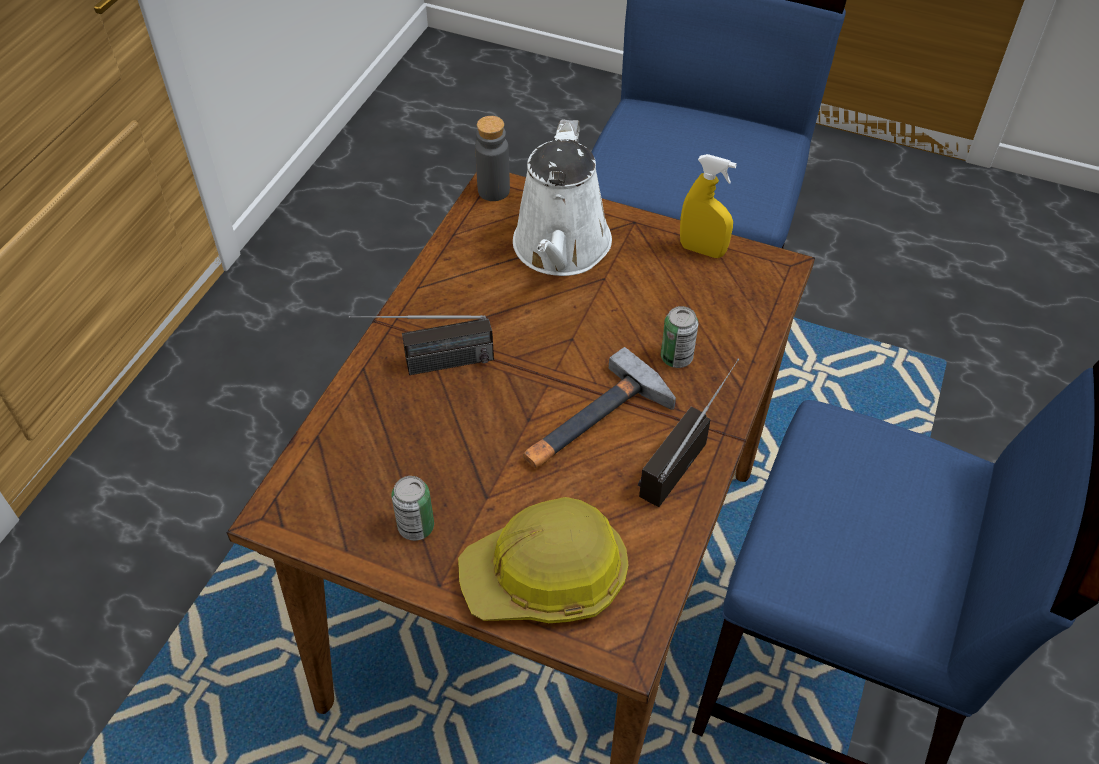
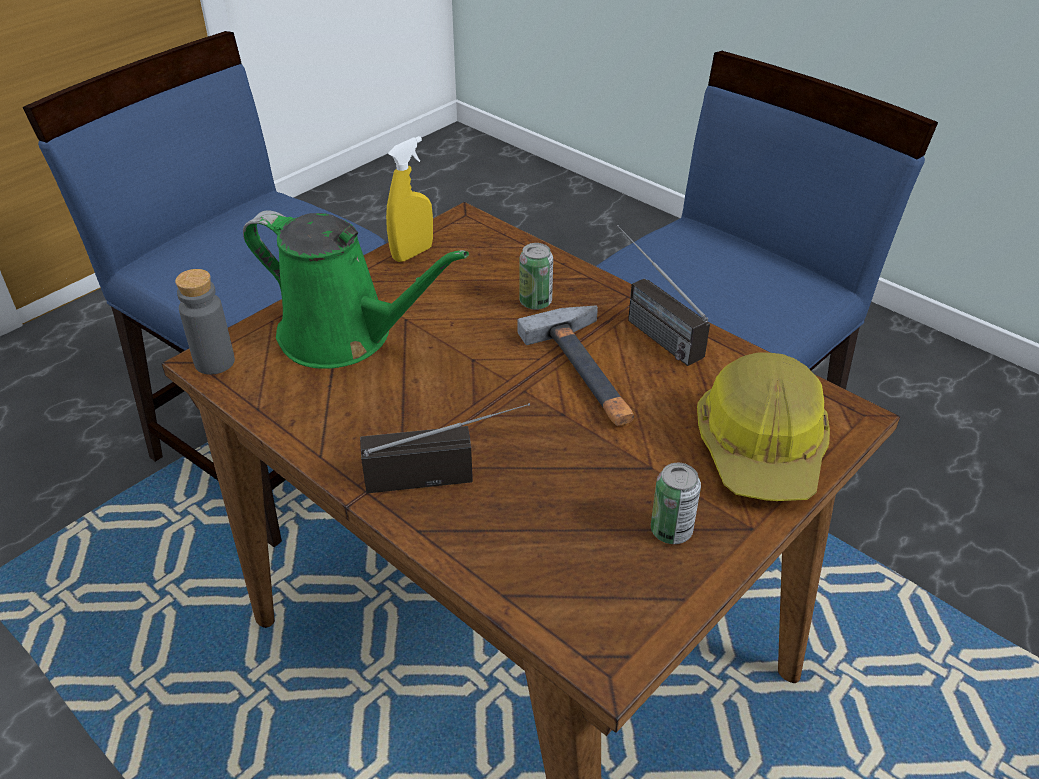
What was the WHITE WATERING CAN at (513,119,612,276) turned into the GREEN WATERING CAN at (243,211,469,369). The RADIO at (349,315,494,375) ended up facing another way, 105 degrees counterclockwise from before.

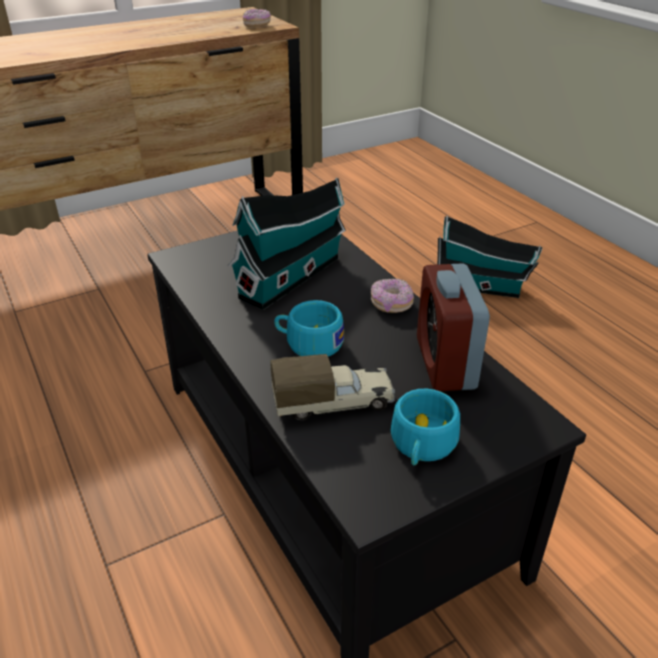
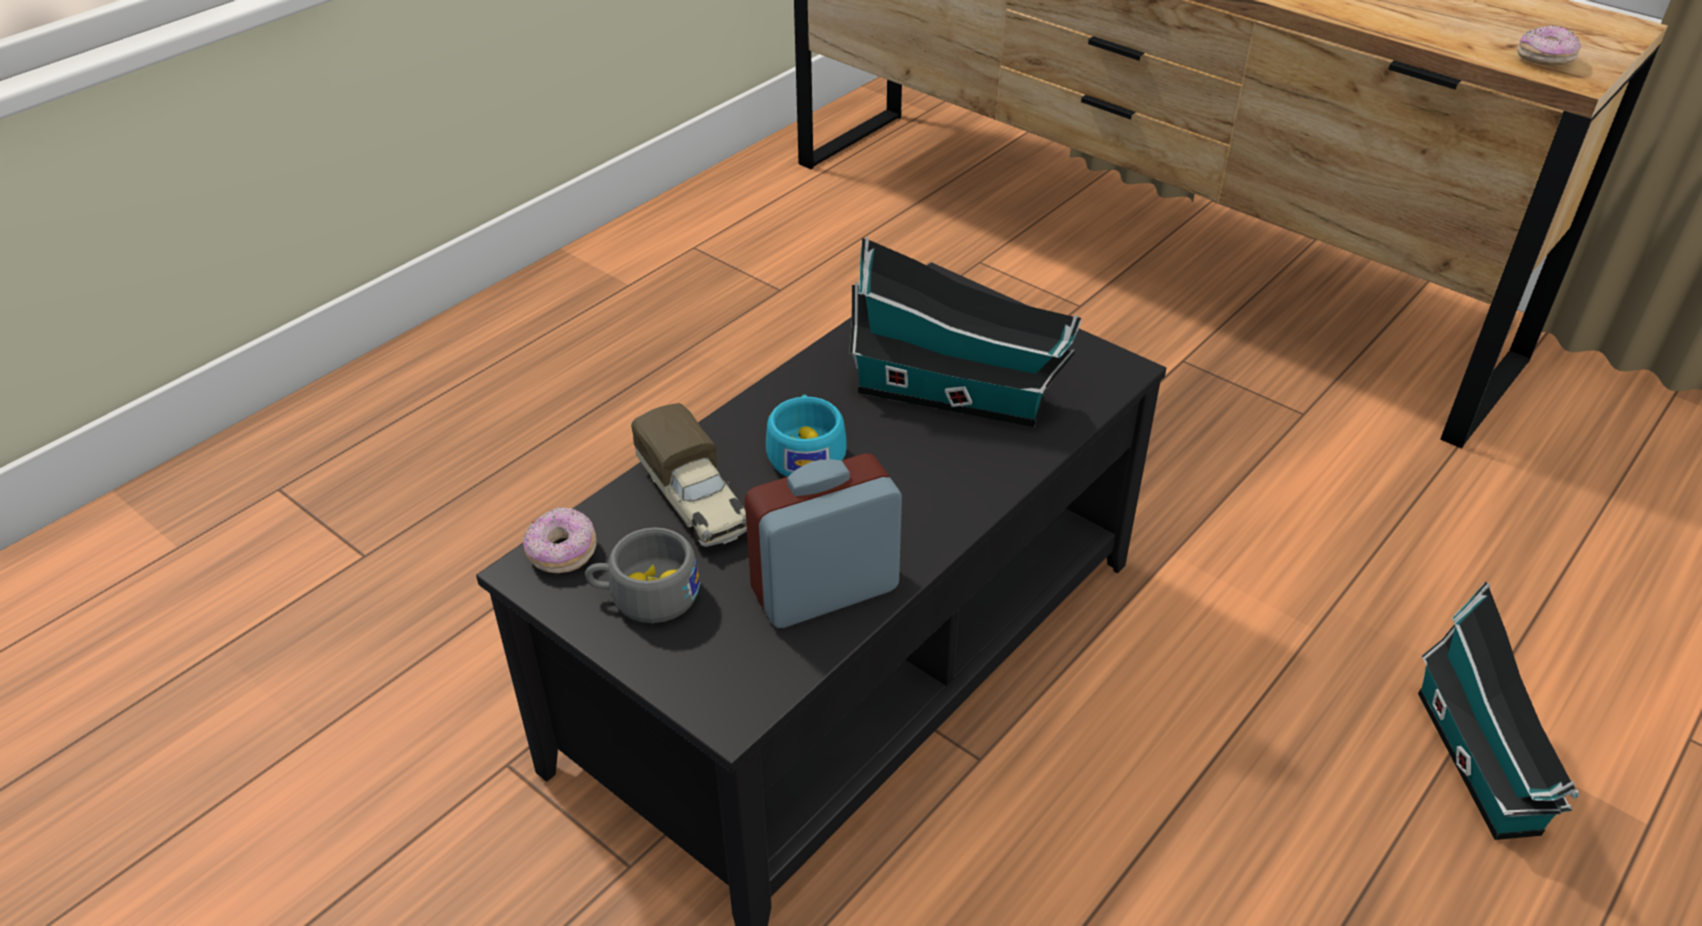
The DONUT ended up elsewhere, having gone from (371,278,414,313) to (522,507,596,573). What was the TURQUOISE CUP at (391,389,460,466) turned into the GREY CUP at (585,527,700,623).

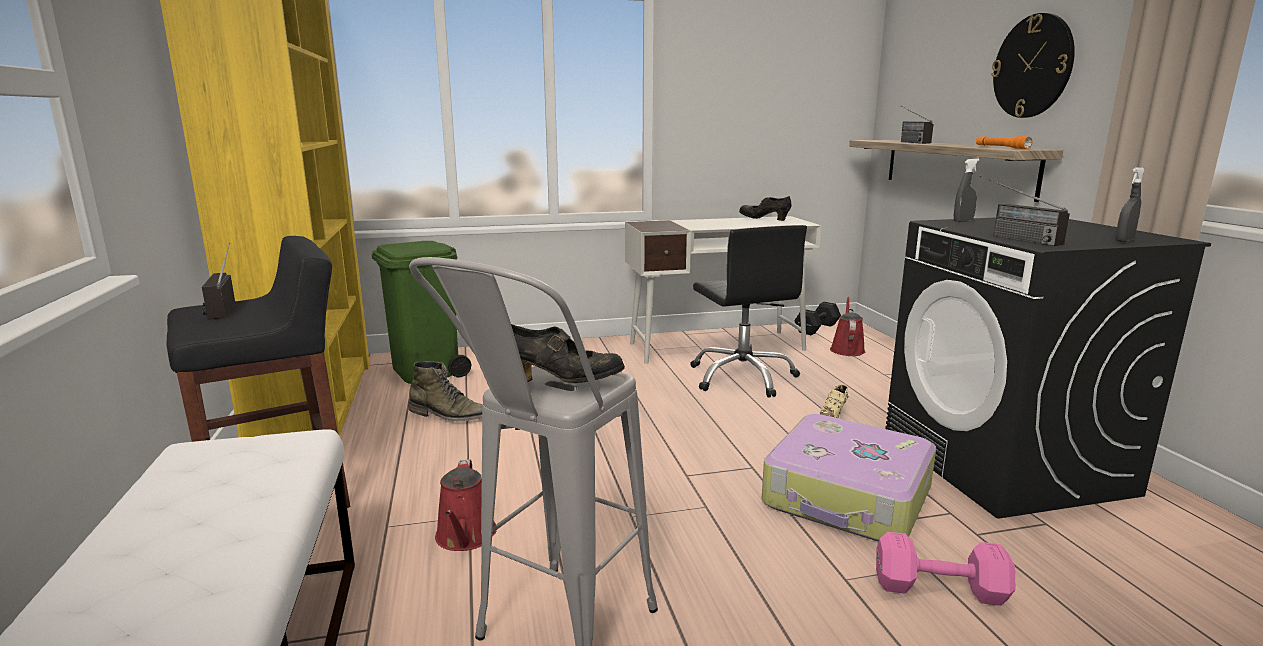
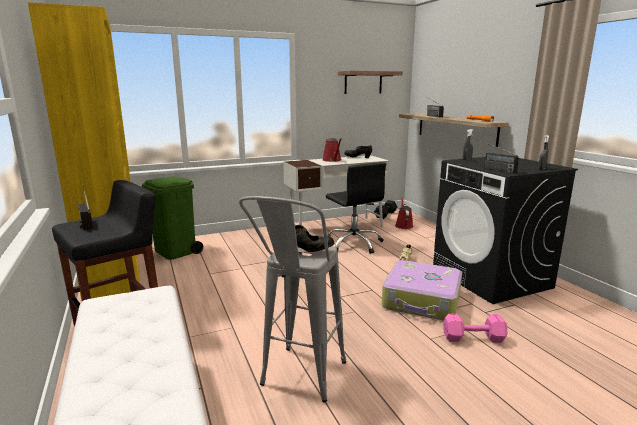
The RED WATERING CAN ended up elsewhere, having gone from (435,459,497,551) to (323,138,342,162). The second view gained the SHELF at (338,71,403,94). The second view lost the GREEN BOOT at (409,361,483,422). The second view lost the WALL CLOCK at (991,13,1075,118).

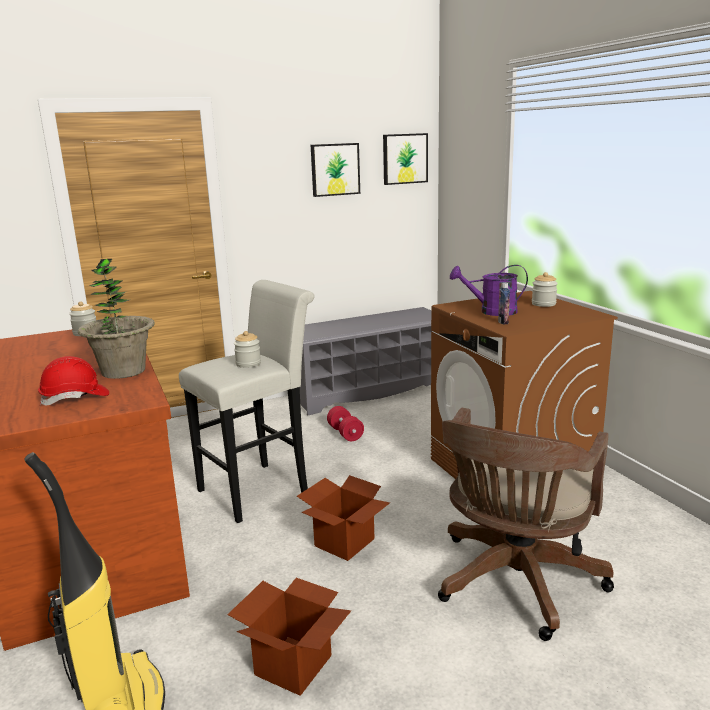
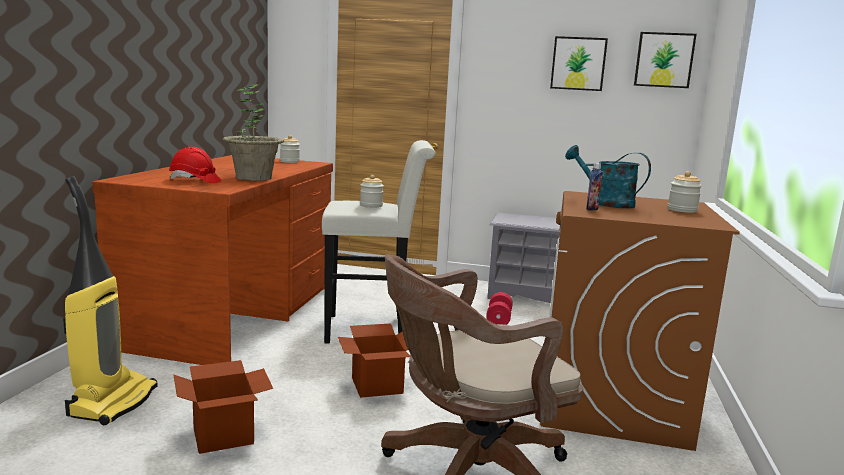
What was the PURPLE WATERING CAN at (450,265,528,316) turned into the TURQUOISE WATERING CAN at (565,145,651,209).

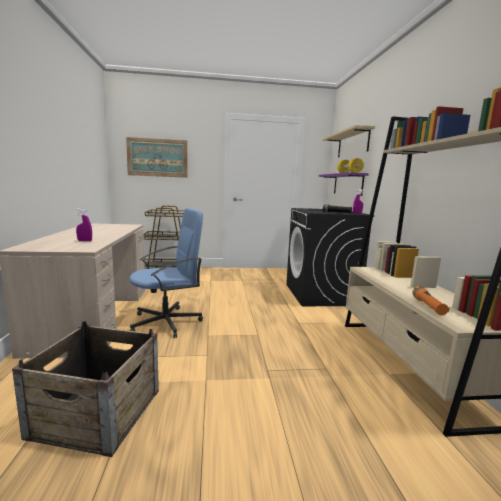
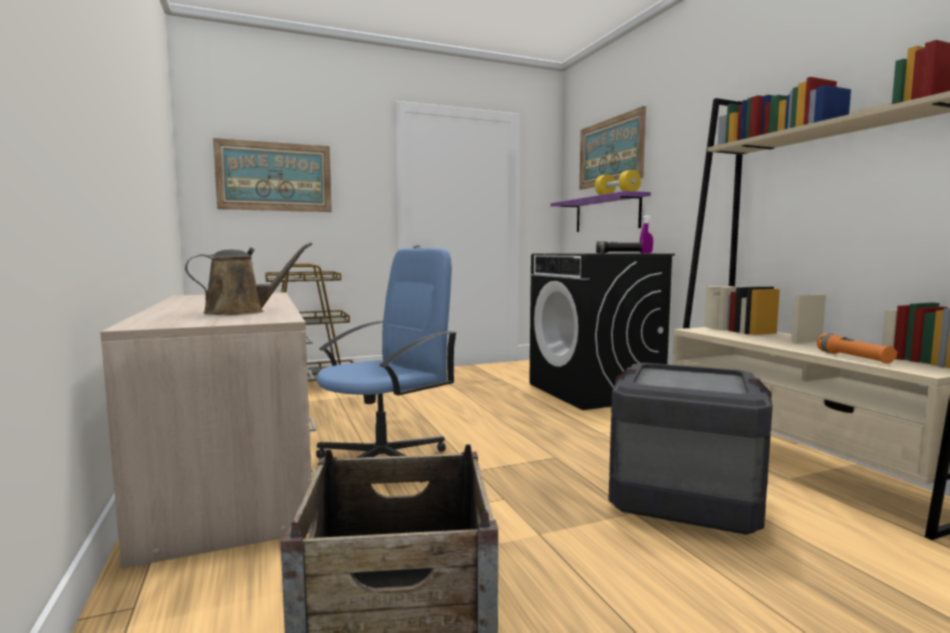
Where the PURPLE SPRAY BOTTLE stood at (76,208,92,241), the BROWN WATERING CAN came to stand at (185,242,312,315). Where the BEIGE SHELF hung at (322,125,375,158), the PICTURE came to hang at (579,106,646,190). The second view gained the CRATE at (609,363,773,535).

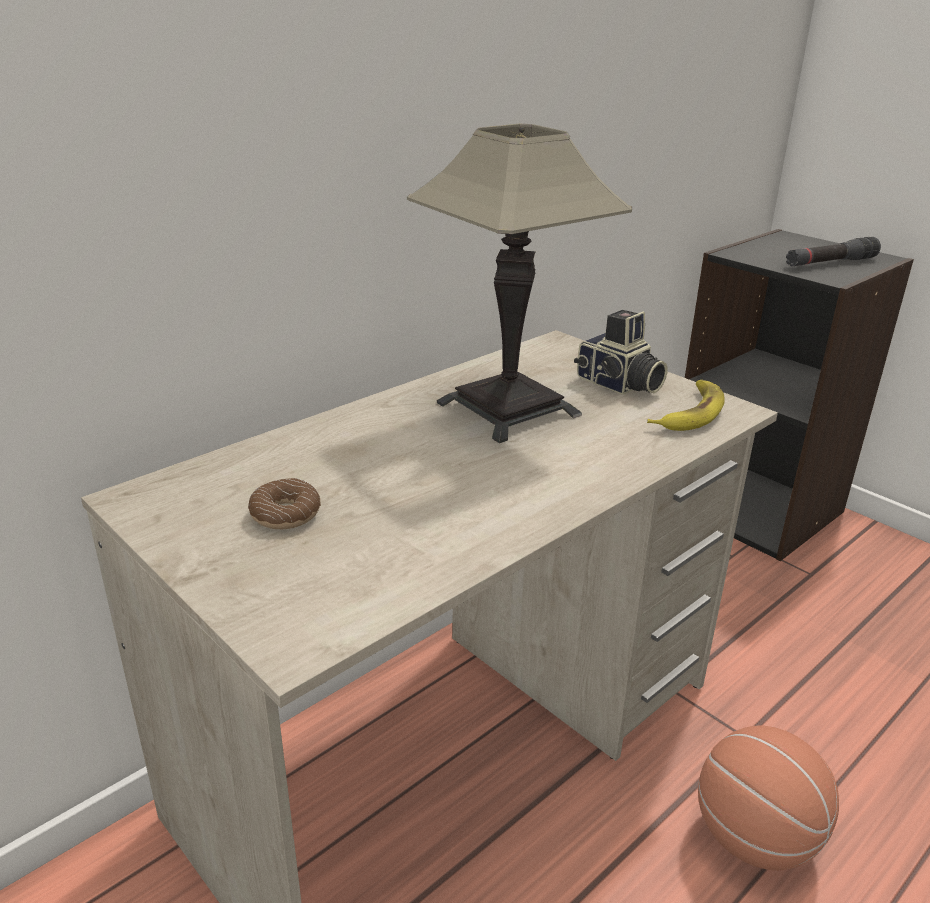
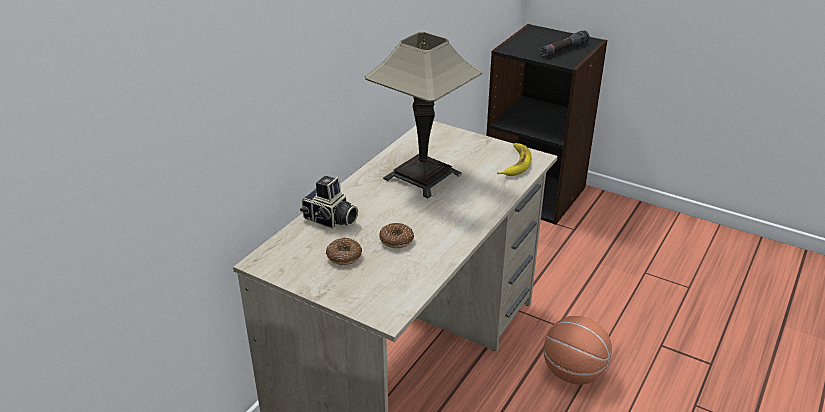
The PHOTO CAMERA ended up elsewhere, having gone from (574,310,667,395) to (300,176,358,229). The second view gained the DONUT at (379,223,414,248).

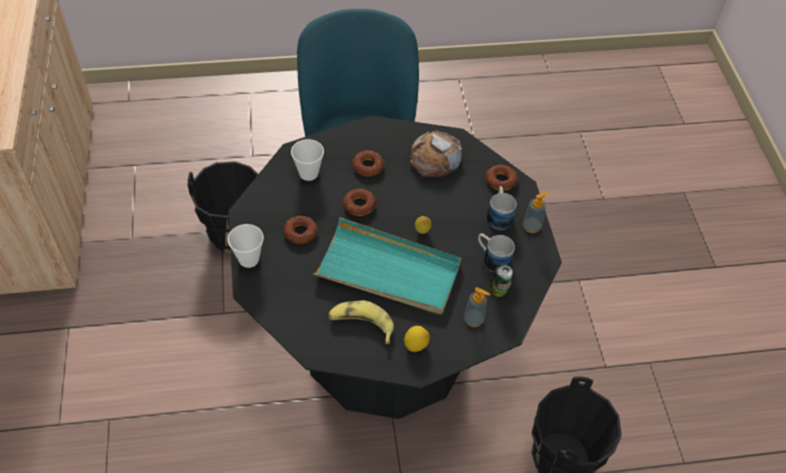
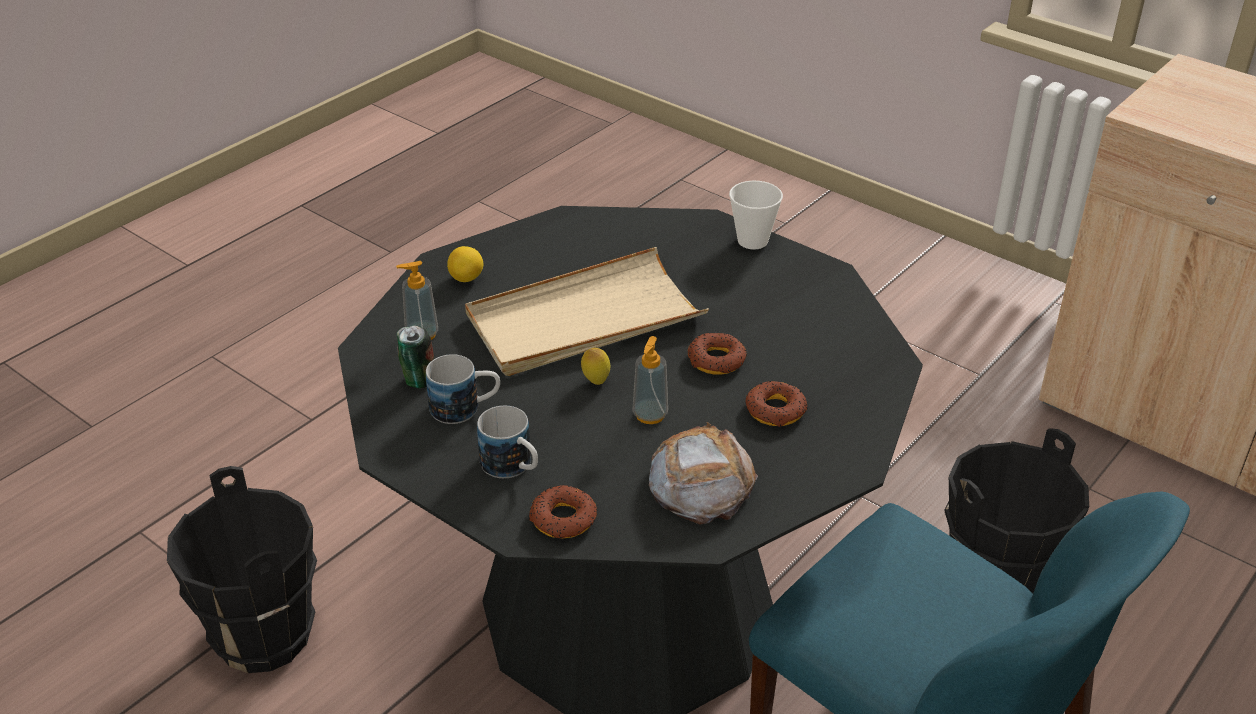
What was the TURQUOISE TRAY at (313,217,461,314) turned into the BEIGE TRAY at (465,247,709,376). The SOAP DISPENSER ended up elsewhere, having gone from (523,191,549,233) to (632,336,668,424). The second view lost the DONUT at (283,216,317,244). The second view lost the CUP at (291,139,324,181). The second view lost the BANANA at (328,300,394,344).

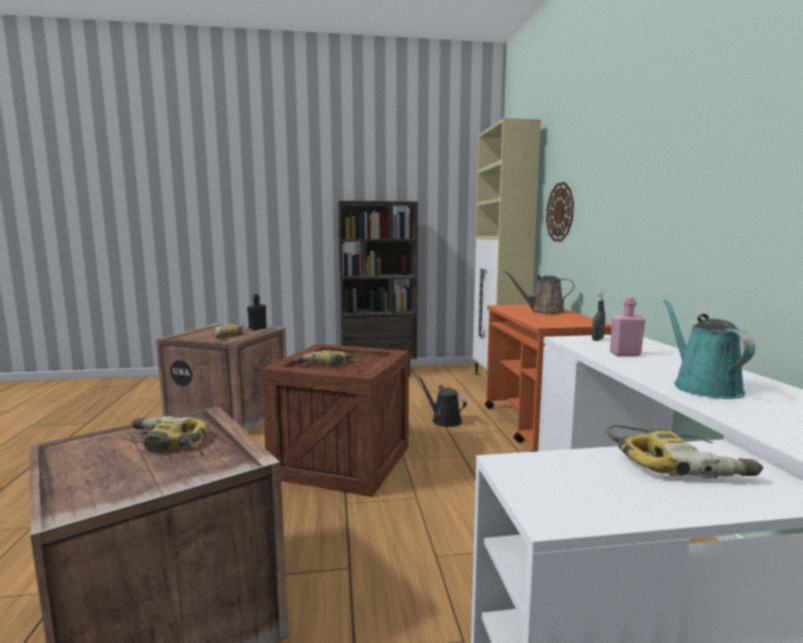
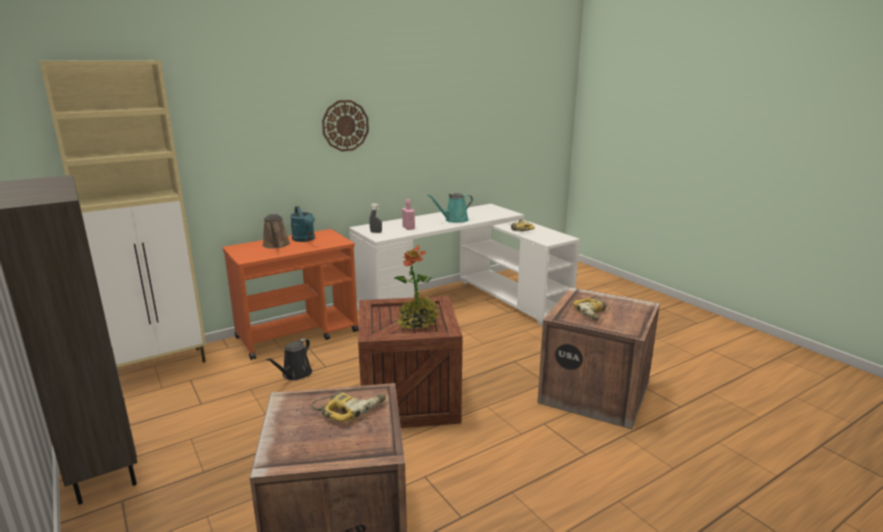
The second view gained the TURQUOISE WATERING CAN at (290,206,315,242). The WALL CLOCK ended up elsewhere, having gone from (546,182,574,242) to (322,100,369,152). Where the POWER DRILL stood at (295,350,359,367), the POTTED PLANT came to stand at (394,245,439,330). The second view lost the BLACK BOTTLE at (247,294,267,330).

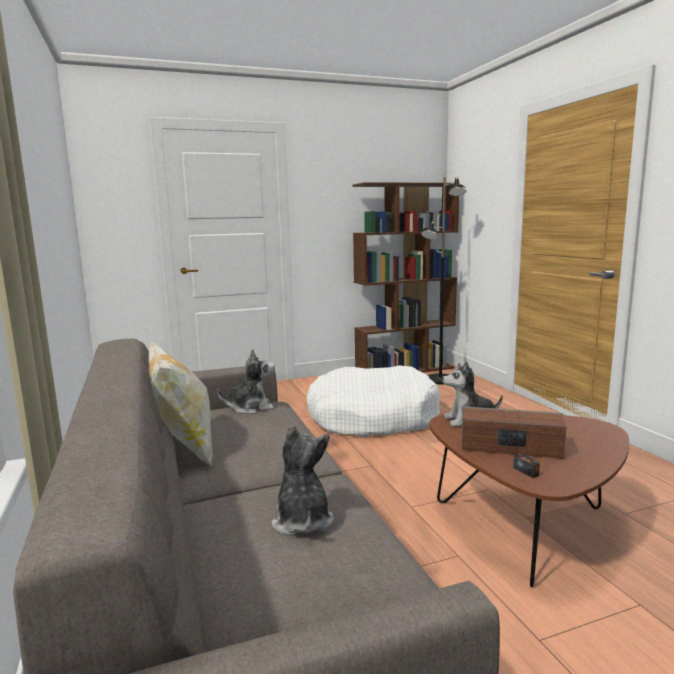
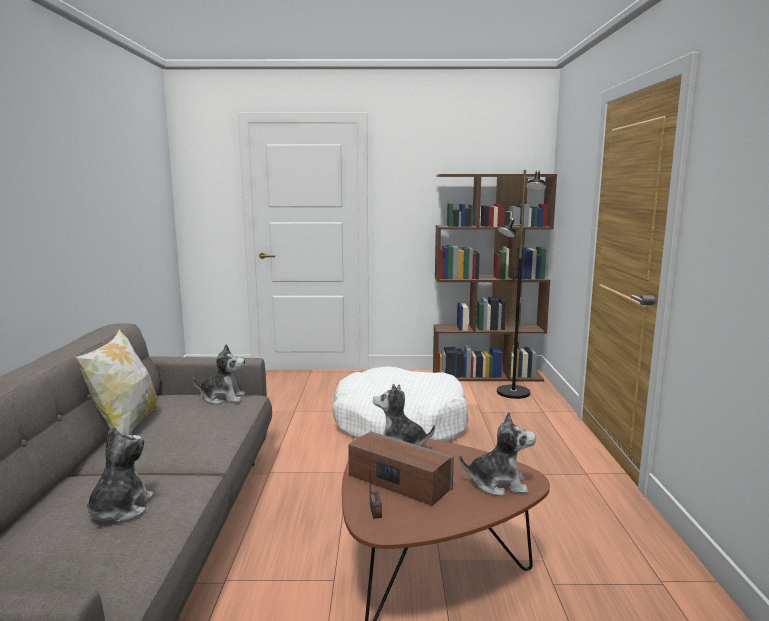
The second view gained the PLUSH TOY at (459,412,536,496).

